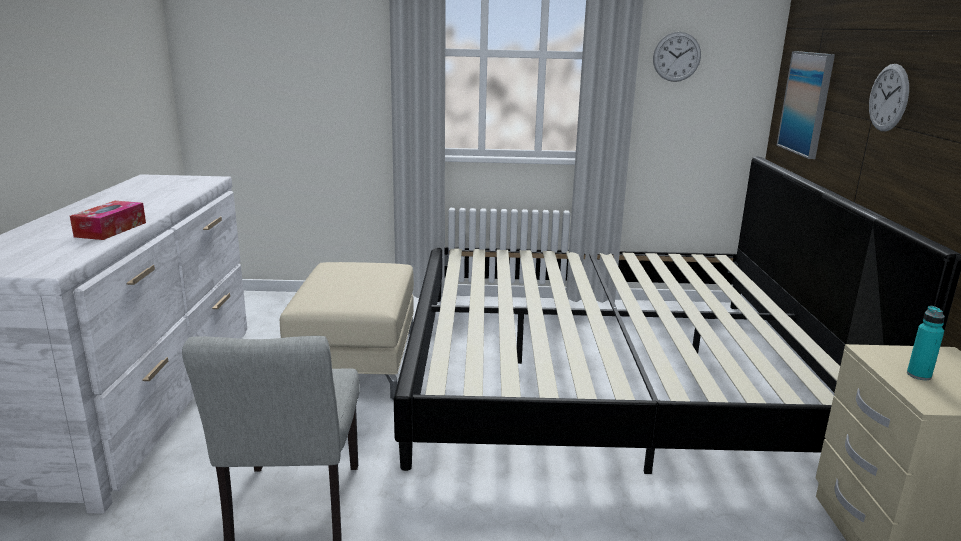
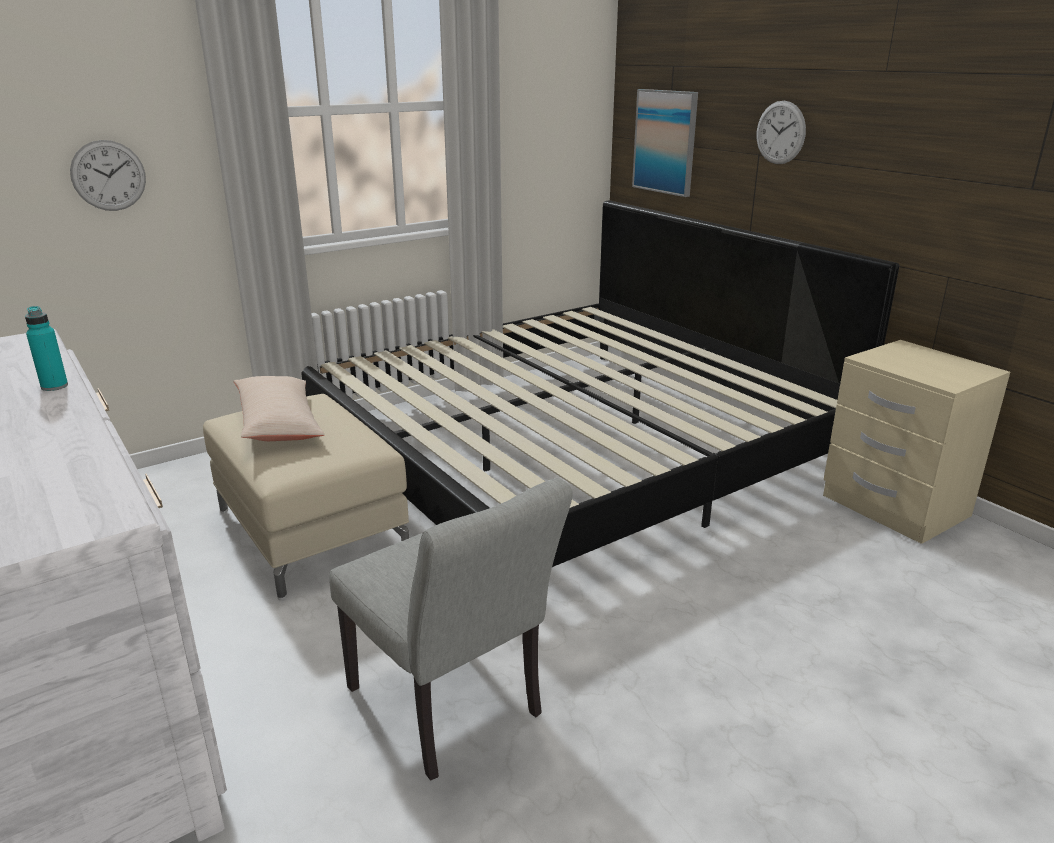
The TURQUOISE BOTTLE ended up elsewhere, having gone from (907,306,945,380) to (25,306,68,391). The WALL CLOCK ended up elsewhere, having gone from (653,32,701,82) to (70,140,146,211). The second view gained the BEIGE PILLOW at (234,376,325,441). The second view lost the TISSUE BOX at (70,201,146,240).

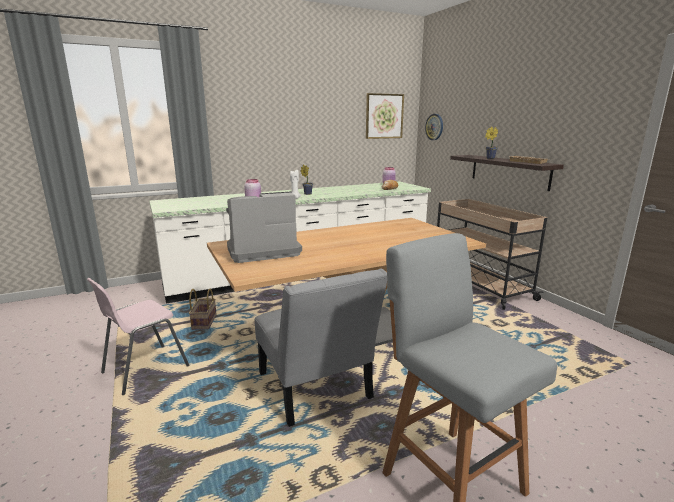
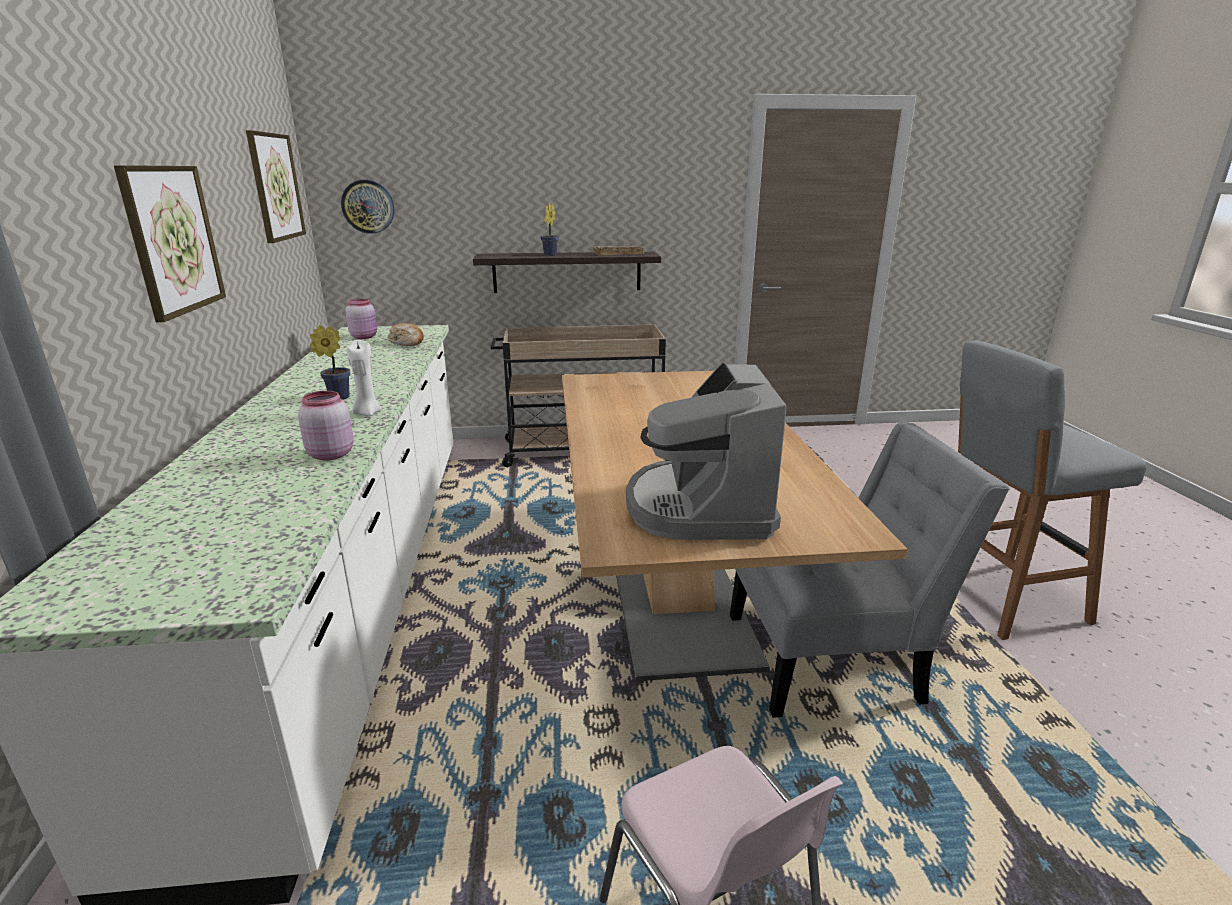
The second view gained the PICTURE at (114,165,226,322). The second view lost the BASKET at (189,289,217,330).

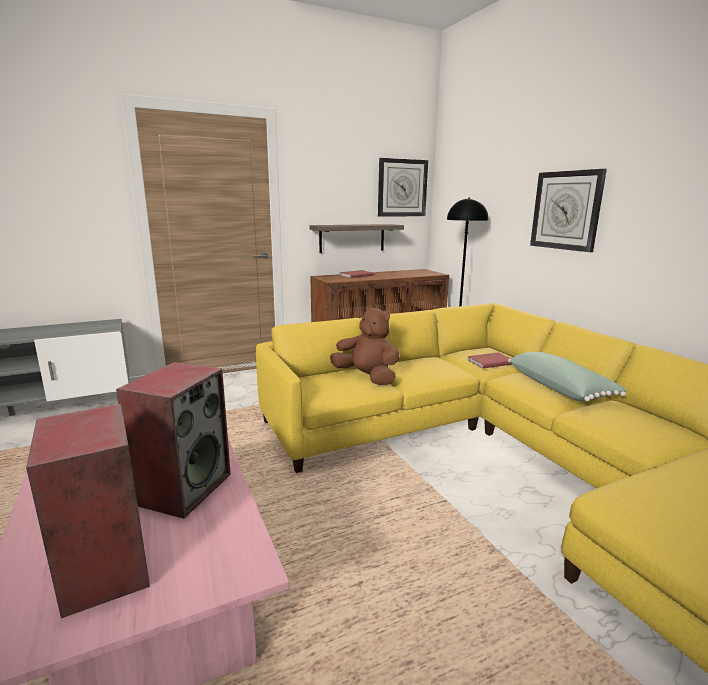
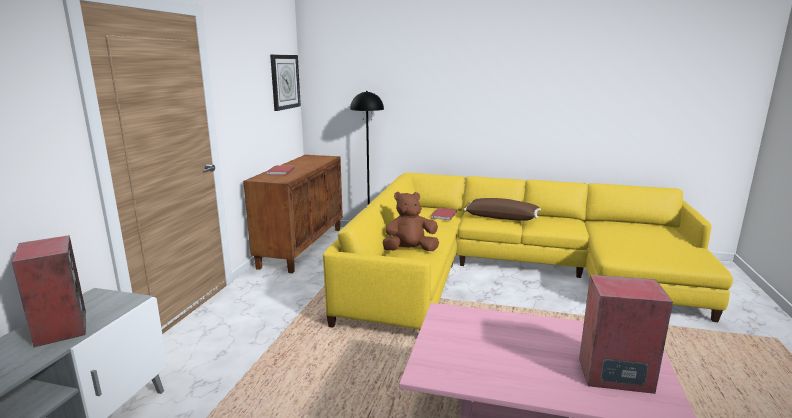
The SPEAKER ended up elsewhere, having gone from (116,362,231,519) to (12,235,86,347). What was the GREEN PILLOW at (508,352,627,401) turned into the BROWN PILLOW at (463,198,541,221). The second view lost the SHELF at (310,224,404,253). The second view lost the WALL CLOCK at (530,169,607,252).

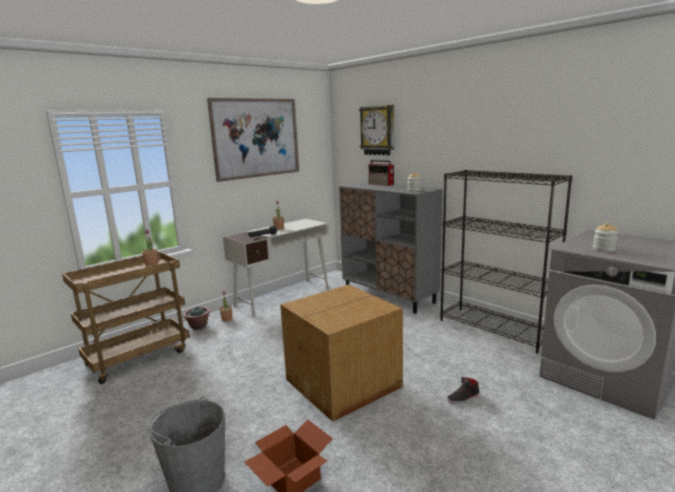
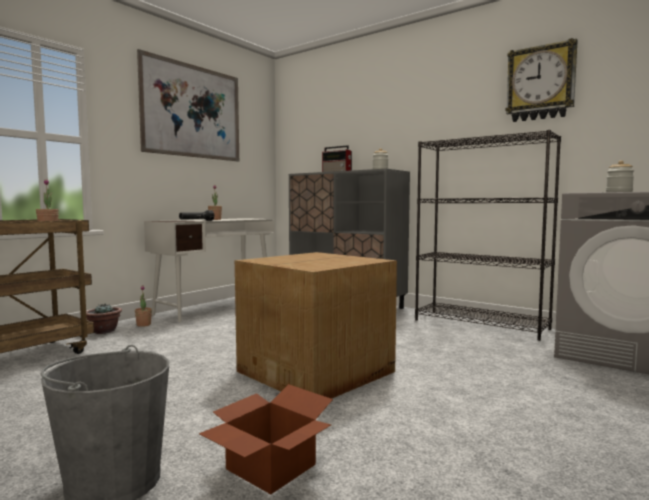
The WALL CLOCK ended up elsewhere, having gone from (359,105,394,155) to (505,38,578,122). The second view lost the BLACK SHOE at (447,377,479,404).

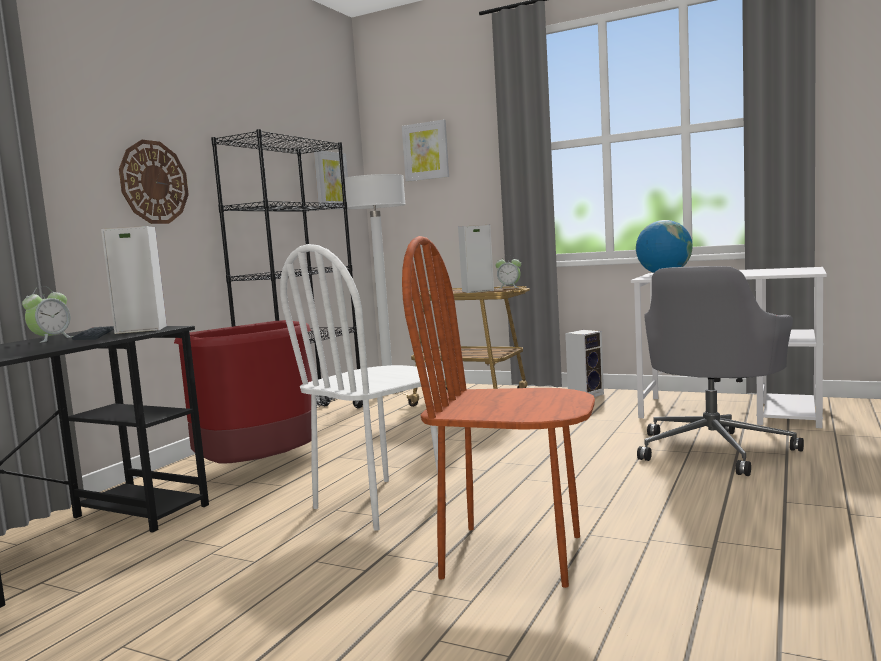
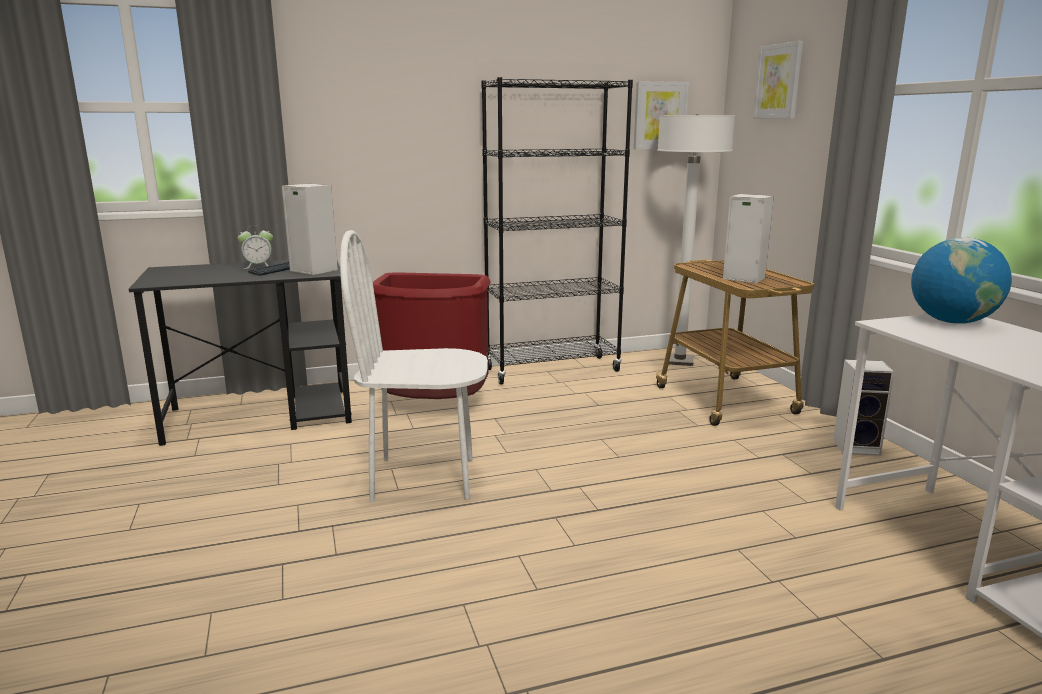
The second view lost the WALL CLOCK at (119,140,189,224). The second view lost the BROWN CHAIR at (402,236,595,588). The second view lost the ALARM CLOCK at (496,255,521,288). The second view lost the GREY OFFICE CHAIR at (637,266,804,476).

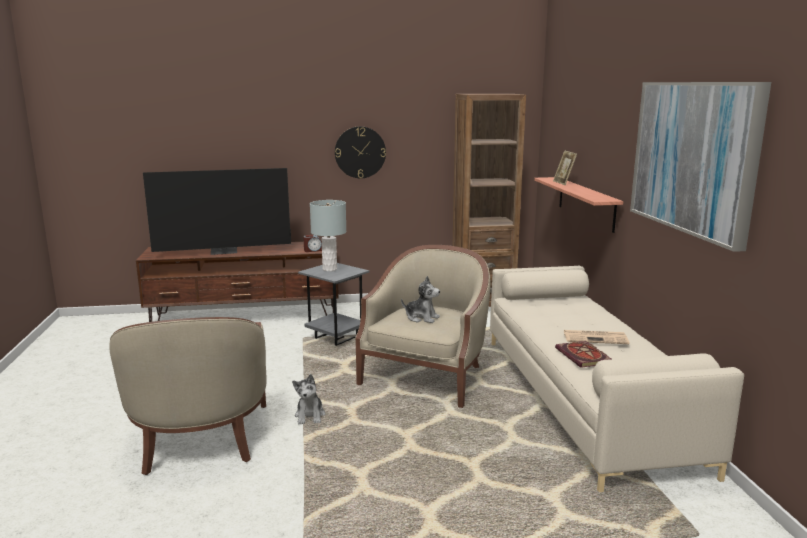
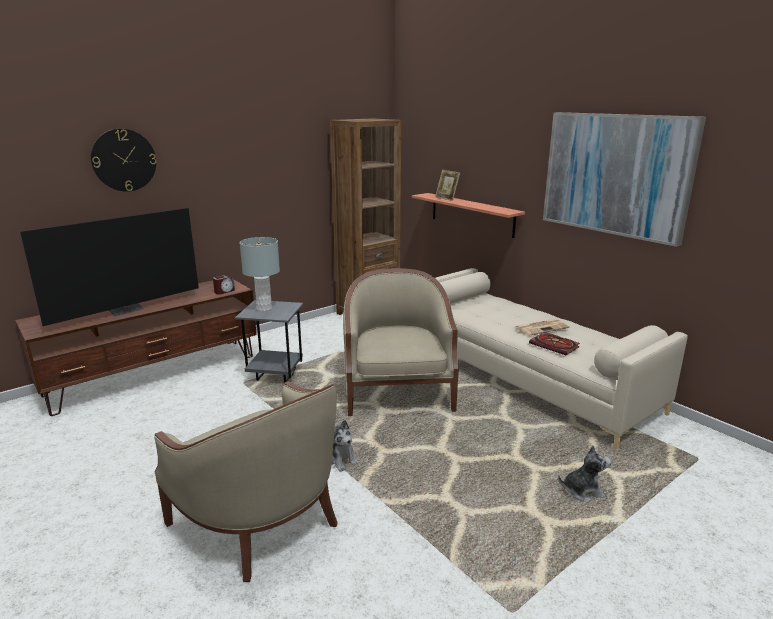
The WALL CLOCK ended up elsewhere, having gone from (335,126,386,178) to (91,129,156,192). The PLUSH TOY ended up elsewhere, having gone from (401,276,440,323) to (558,445,611,501).

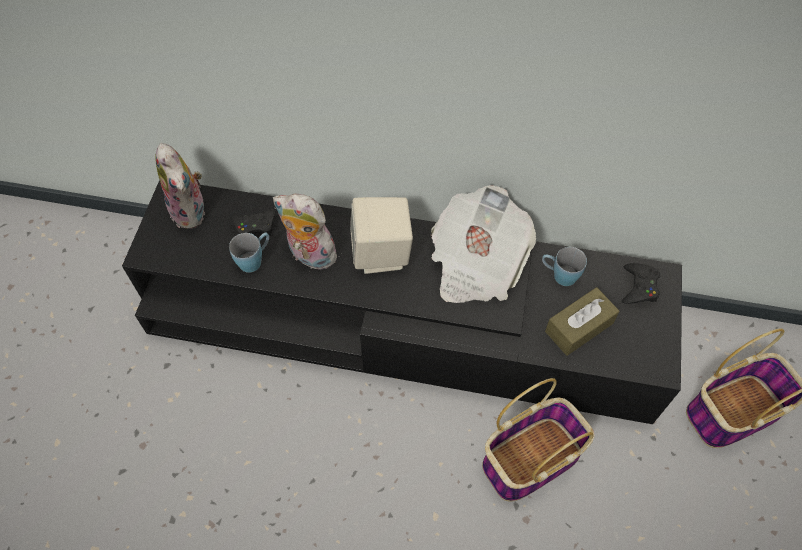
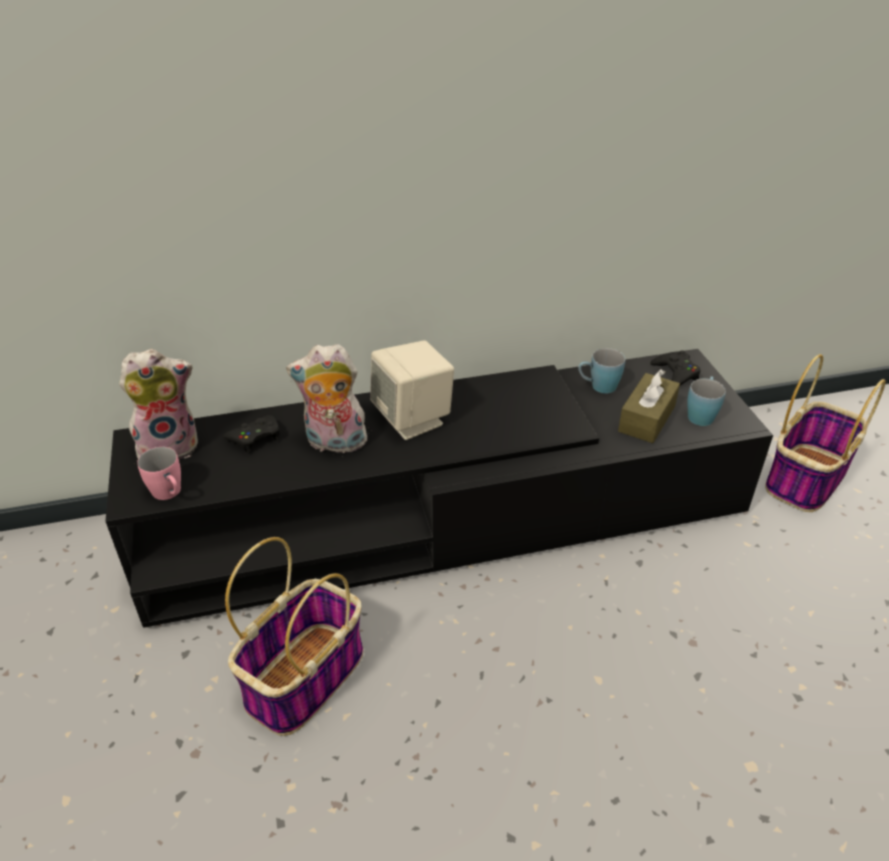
The PLUSH TOY at (155,143,205,229) ended up facing another way, 60 degrees counterclockwise from before. The second view gained the PINK MUG at (137,447,181,500). The BASKET ended up elsewhere, having gone from (482,378,595,502) to (225,537,364,736). The BLUE MUG ended up elsewhere, having gone from (229,233,269,273) to (687,376,726,426). The second view lost the NEWSPAPER at (431,185,536,303).

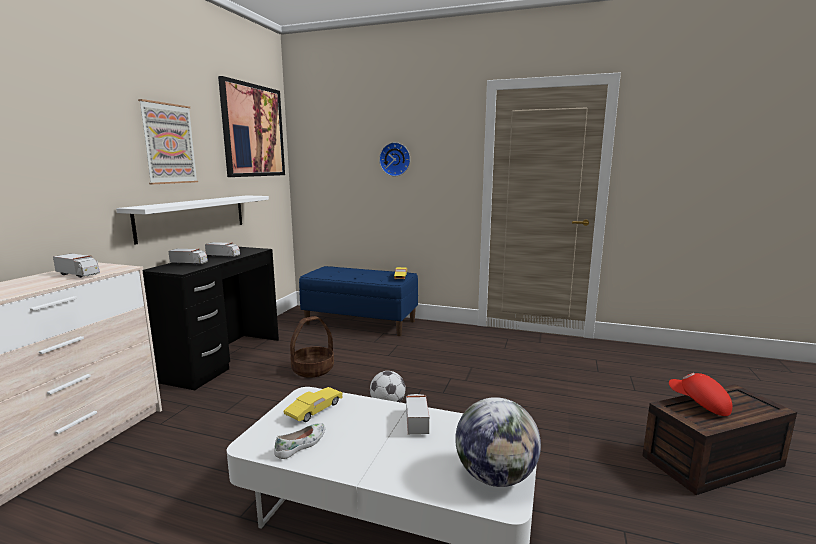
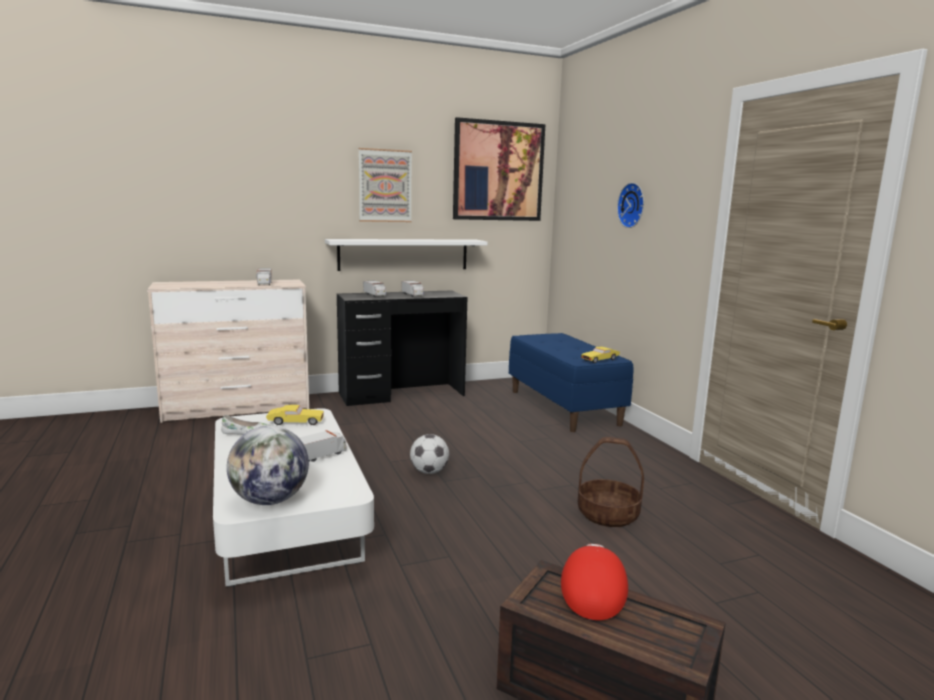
The BASKET ended up elsewhere, having gone from (290,316,334,378) to (578,437,644,527).

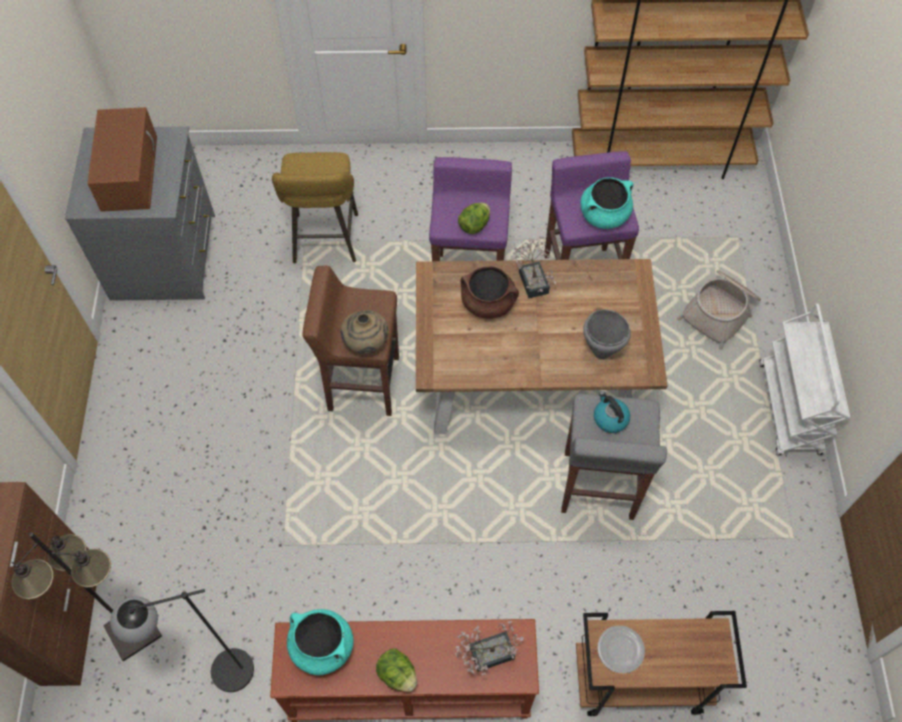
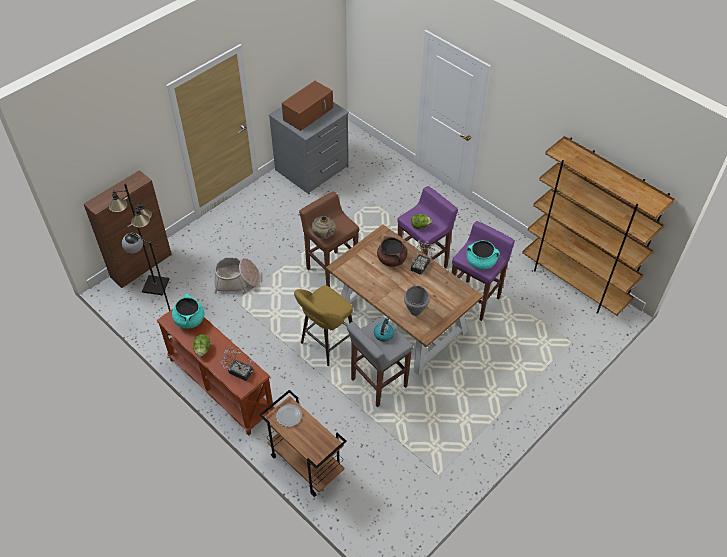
The BASKET ended up elsewhere, having gone from (677,270,761,350) to (215,257,260,294). The YELLOW STOOL ended up elsewhere, having gone from (272,152,358,263) to (294,285,353,366). The second view lost the WHITE CART at (759,303,850,455).

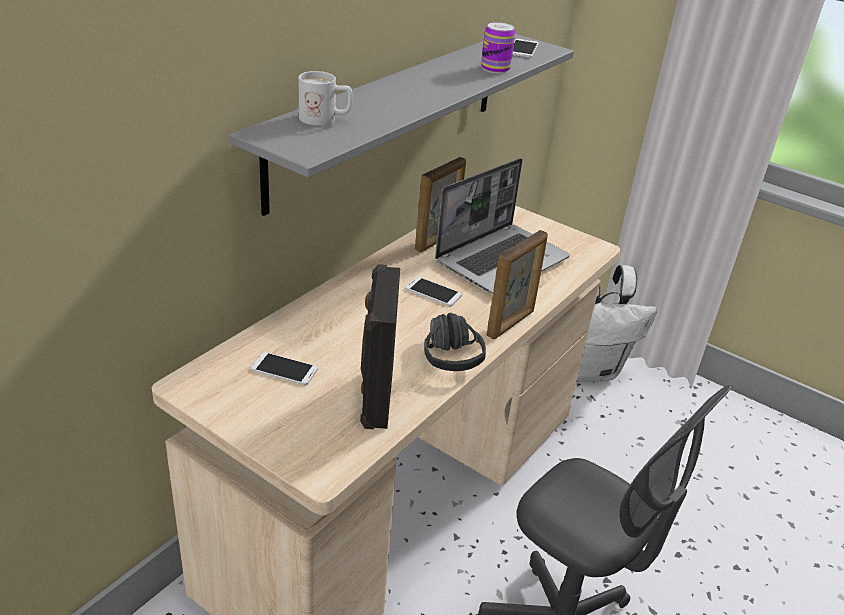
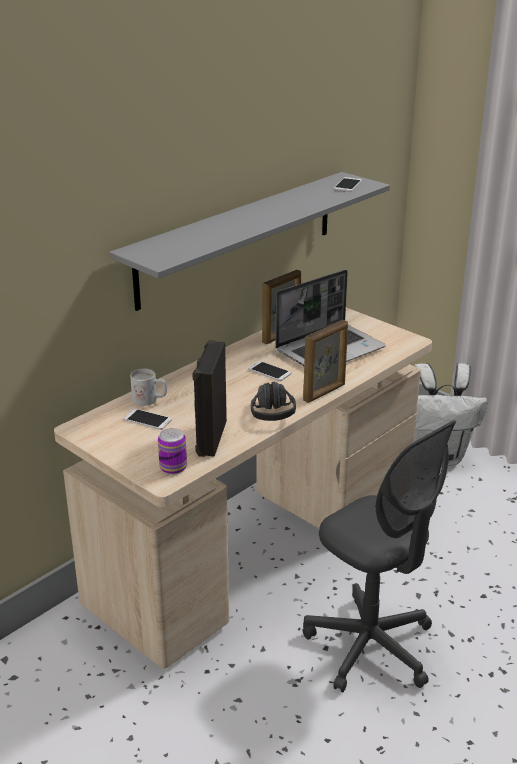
The WHITE MUG ended up elsewhere, having gone from (299,71,353,125) to (130,368,167,406). The CAN ended up elsewhere, having gone from (481,22,515,74) to (158,428,187,474).

